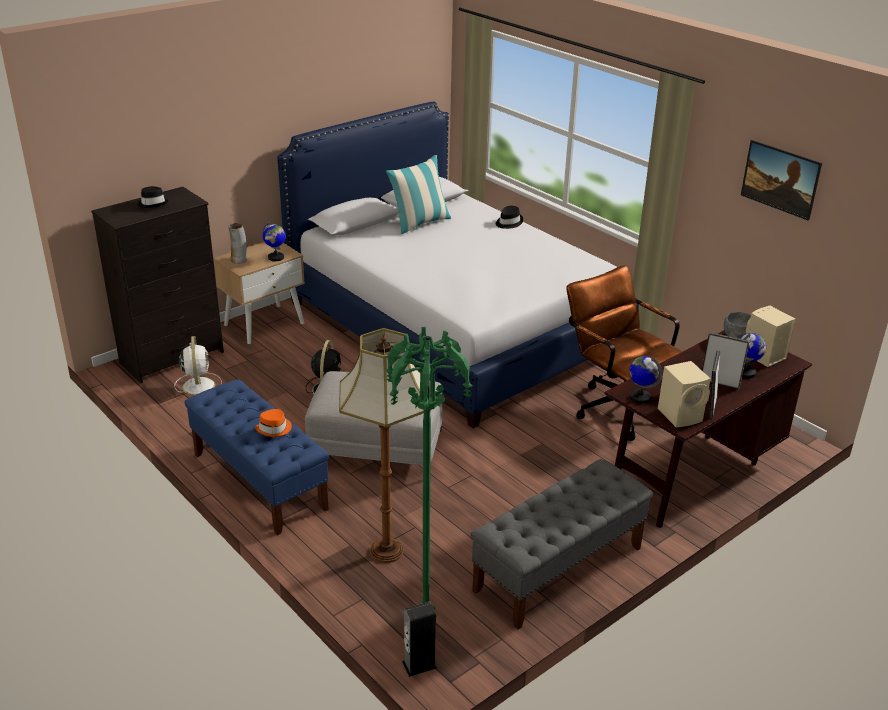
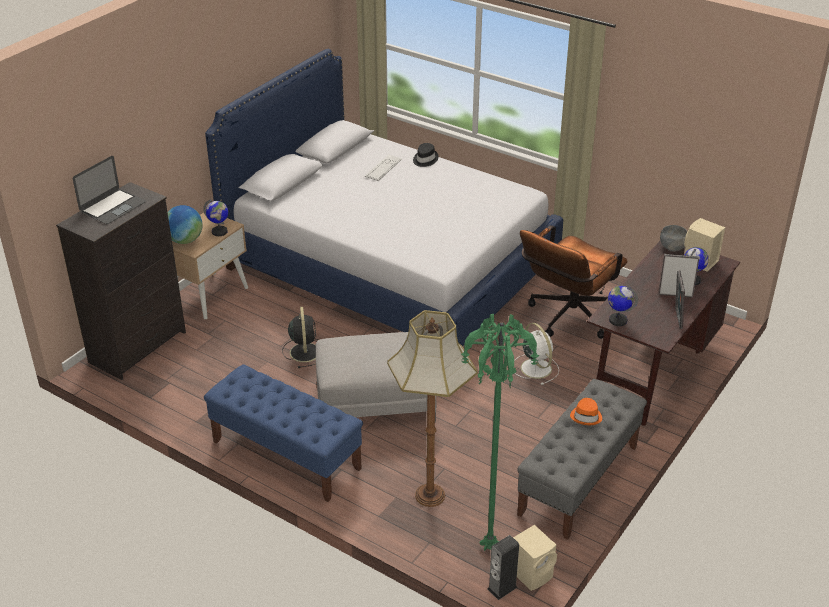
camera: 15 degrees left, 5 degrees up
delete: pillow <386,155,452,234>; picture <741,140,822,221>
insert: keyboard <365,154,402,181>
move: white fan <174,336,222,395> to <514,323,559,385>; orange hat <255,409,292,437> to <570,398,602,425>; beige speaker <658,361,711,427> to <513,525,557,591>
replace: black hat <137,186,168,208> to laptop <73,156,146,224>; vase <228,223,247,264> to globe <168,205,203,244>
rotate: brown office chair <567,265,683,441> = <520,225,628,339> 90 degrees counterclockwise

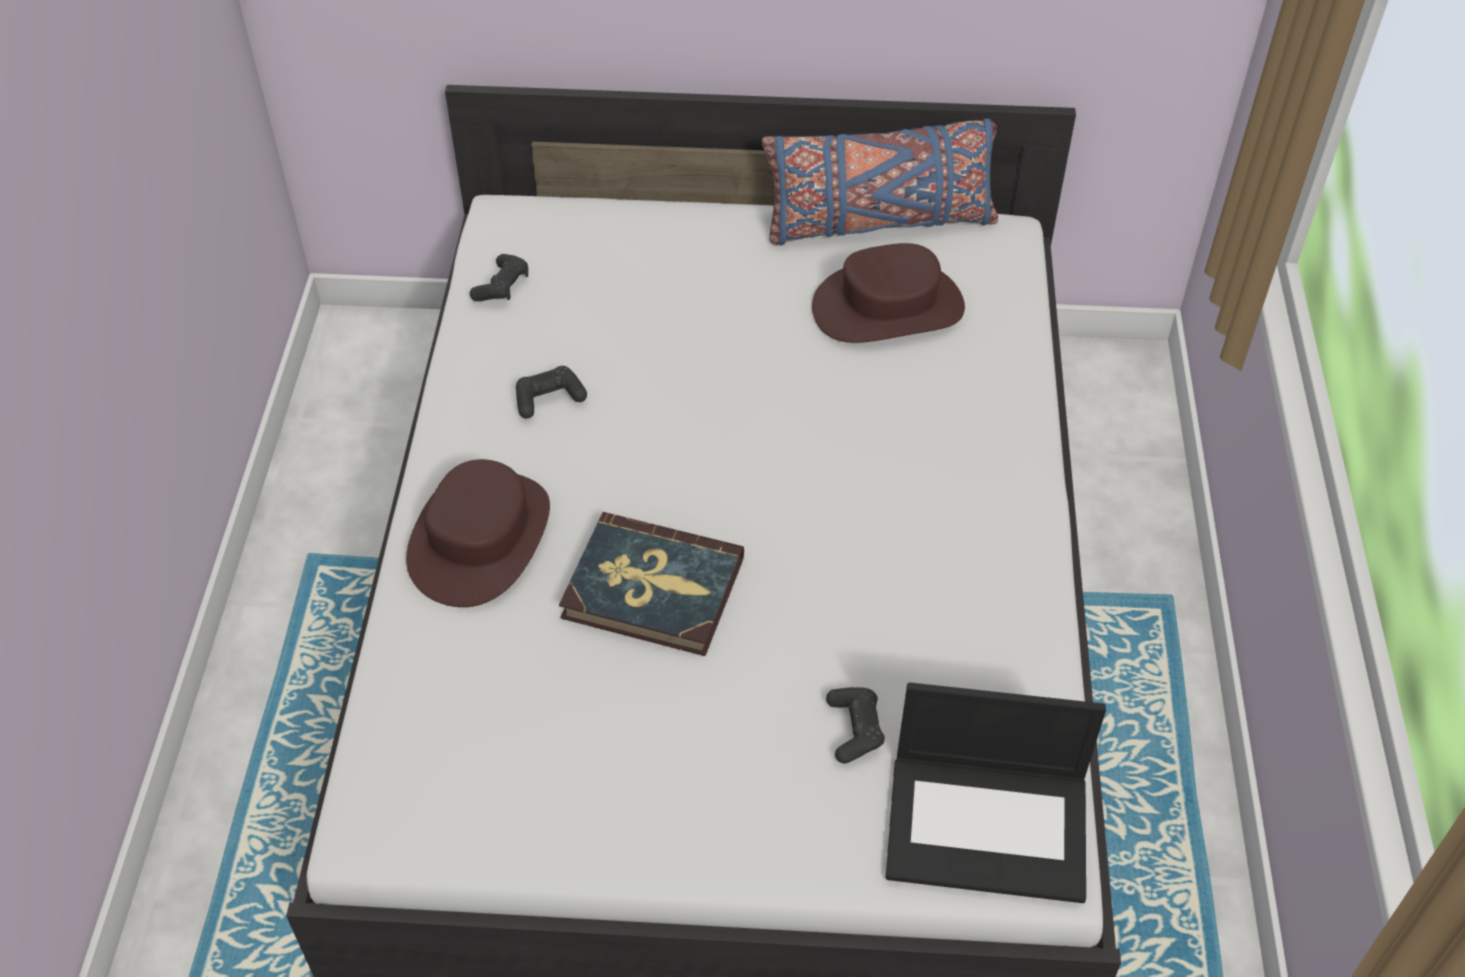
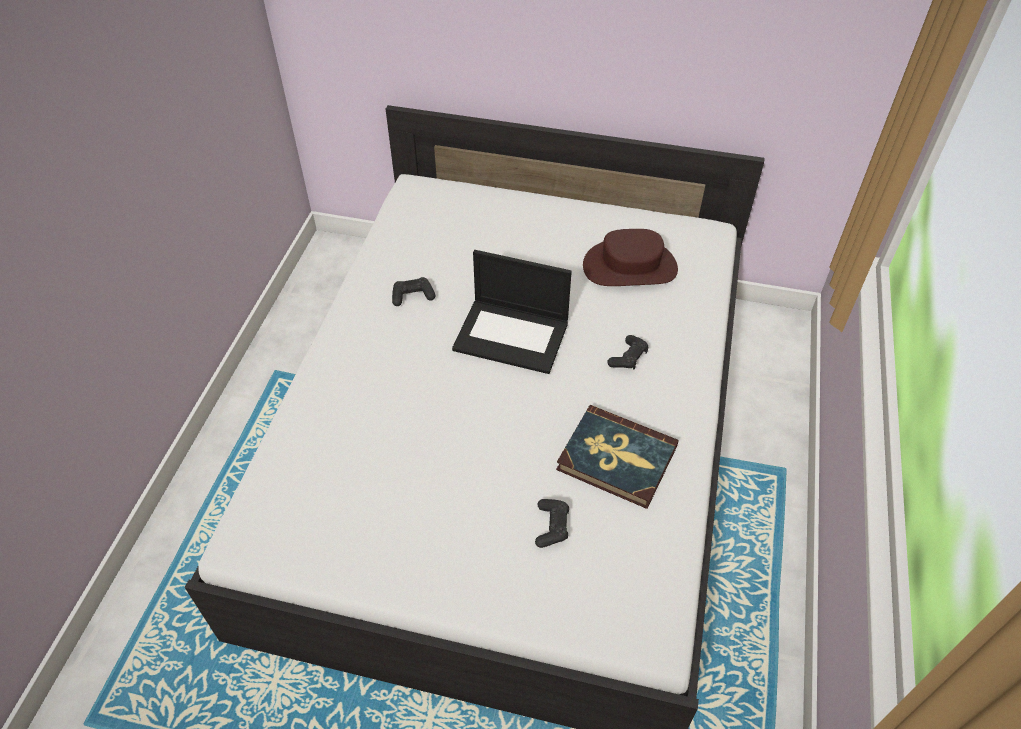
camera: 10 degrees right, 0 degrees up
delete: brown hat <406,459,550,607>; blue pillow <762,119,998,246>
move: black game controller <470,254,528,301> to <607,335,648,369>; book <559,512,744,656> to <556,405,679,509>; laptop <886,682,1106,903> to <452,250,572,374>

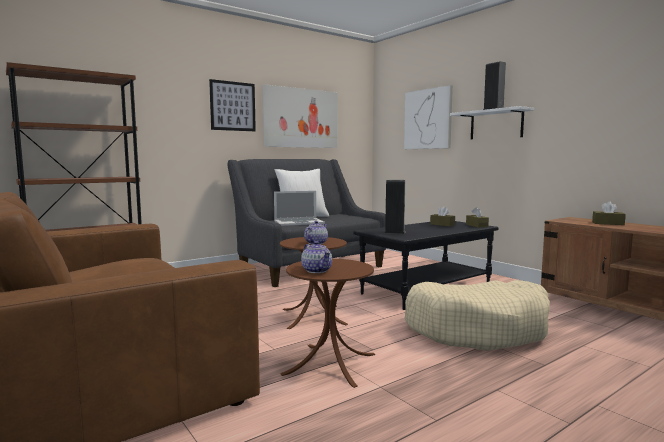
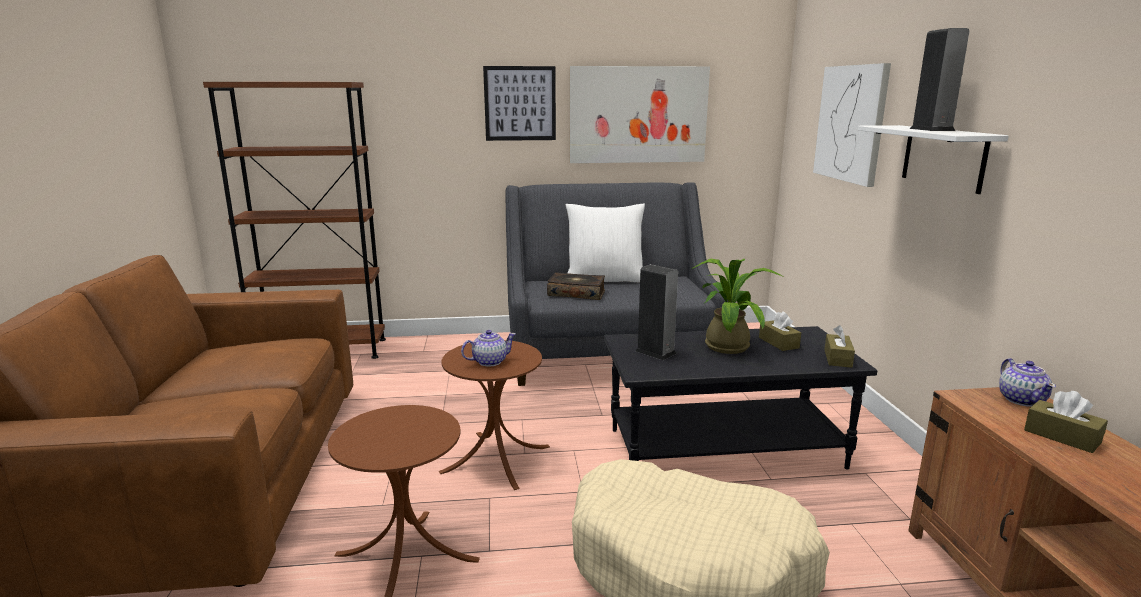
camera: 30 degrees right, 10 degrees up
insert: potted plant <692,258,783,354>
move: teapot <301,241,332,273> to <999,358,1056,407>
replace: laptop <274,191,325,226> to book <547,272,605,300>

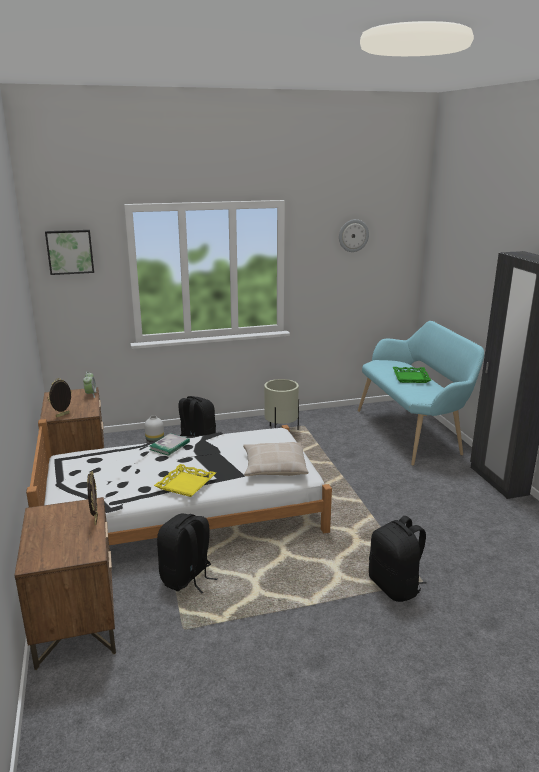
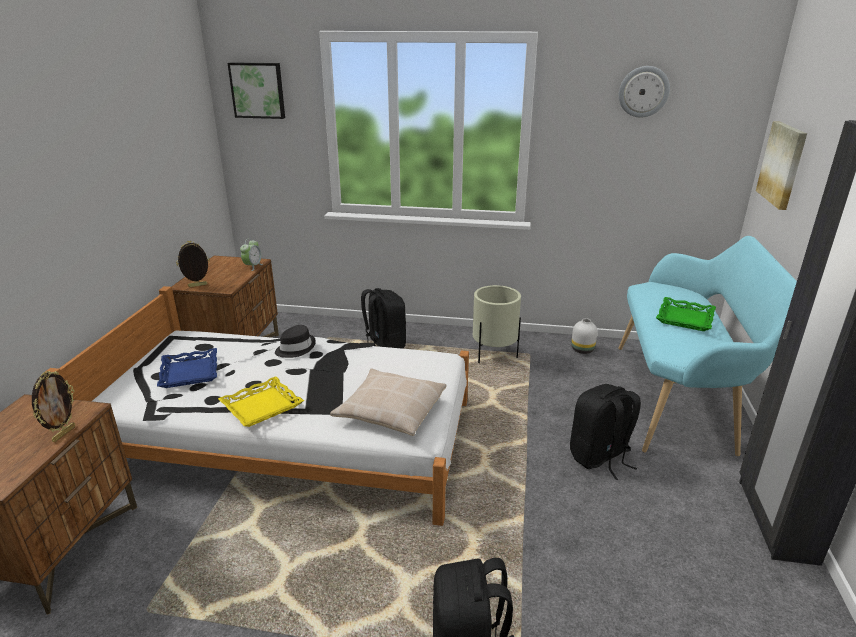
camera: 25 degrees right, 5 degrees up
insert: blue tray <157,348,217,388>; picture <756,121,807,210>
move: white vase <144,415,164,442> to <571,318,597,354>; black backpack <157,514,217,594> to <570,384,641,480>
replace: book <149,433,190,456> to black hat <275,325,316,358>

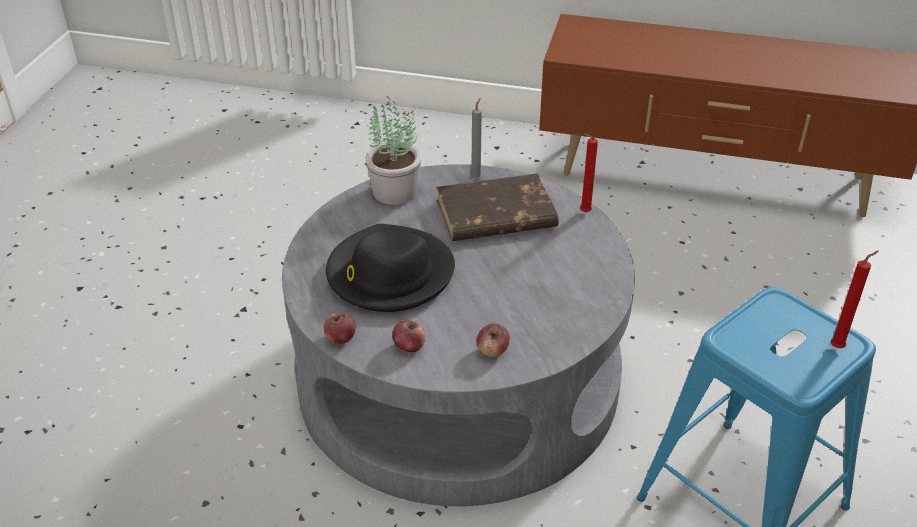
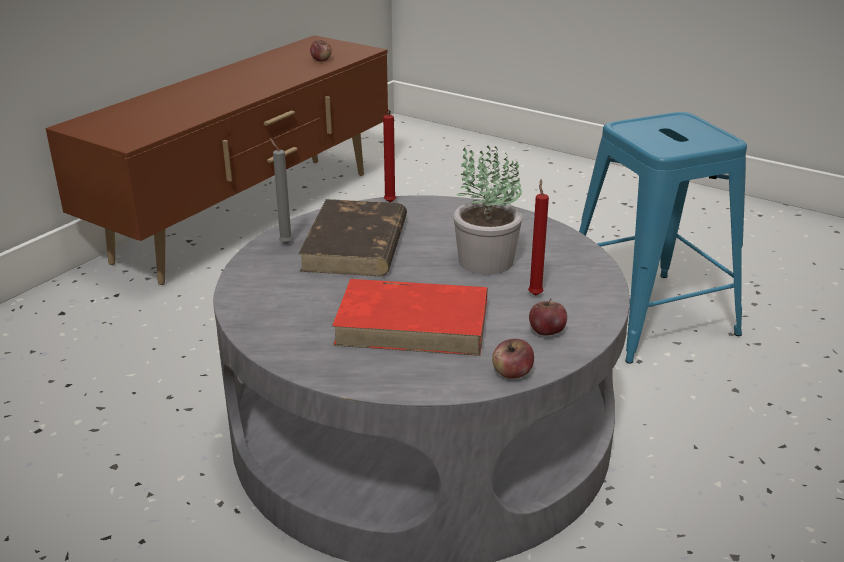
camera: 70 degrees left, 10 degrees down
move: potted plant <365,96,422,205> to <453,145,522,275>; apple <477,323,510,357> to <310,40,332,62>; red candle <831,251,879,348> to <528,179,549,296>
replace: black hat <326,224,455,312> to red book <332,279,487,356>

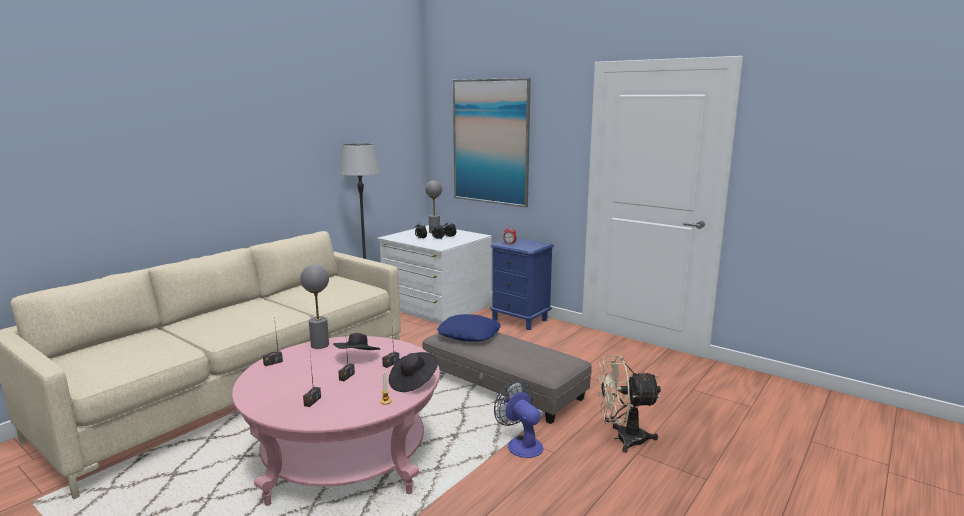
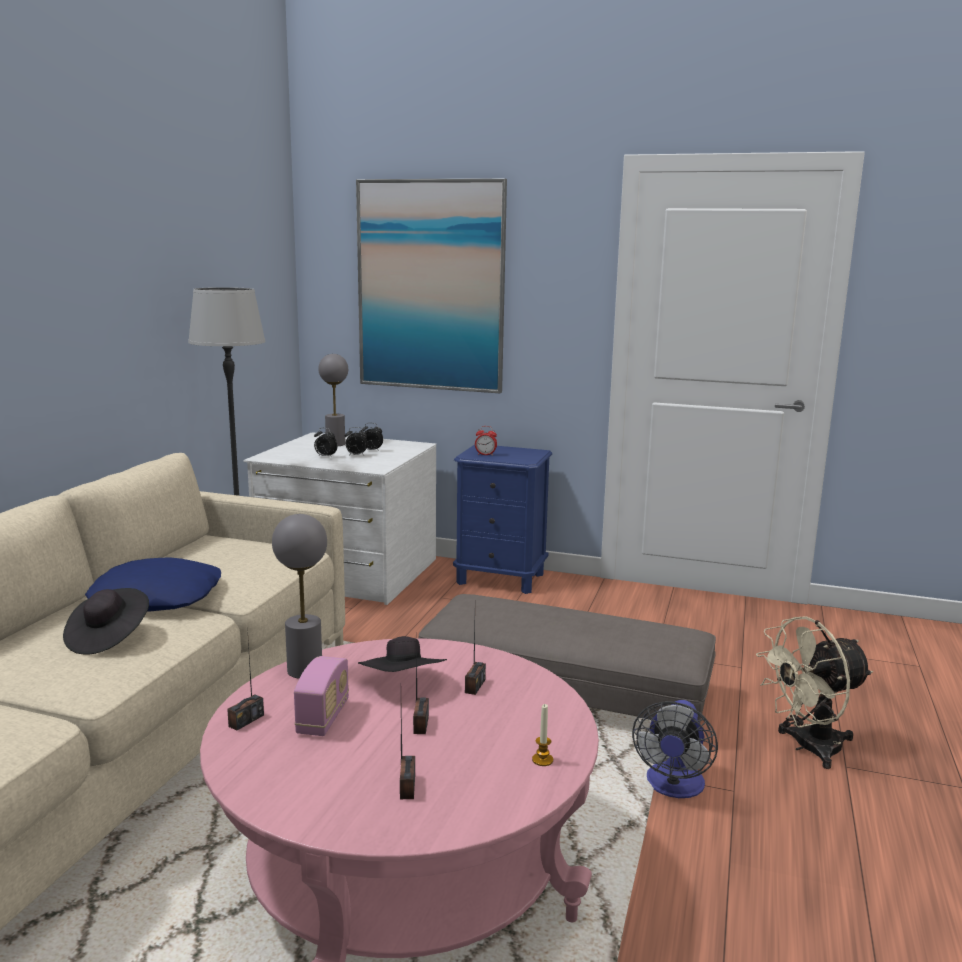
camera: 20 degrees left, 0 degrees up
insert: radio <294,656,349,736>
move: black hat <389,352,438,392> to <63,588,149,655>; blue pillow <437,314,501,342> to <85,558,221,611>
rotate: fan <494,381,543,458> = <632,700,718,798> 105 degrees counterclockwise

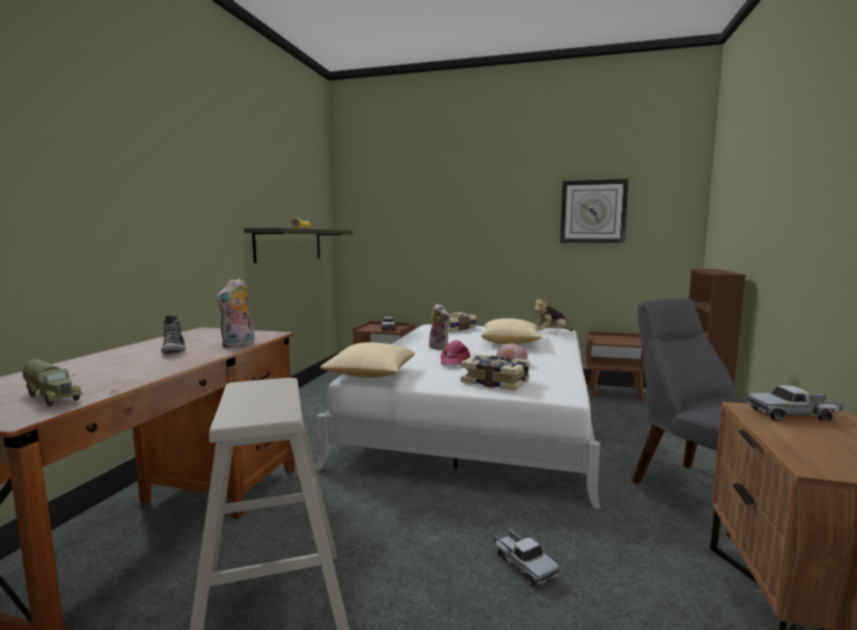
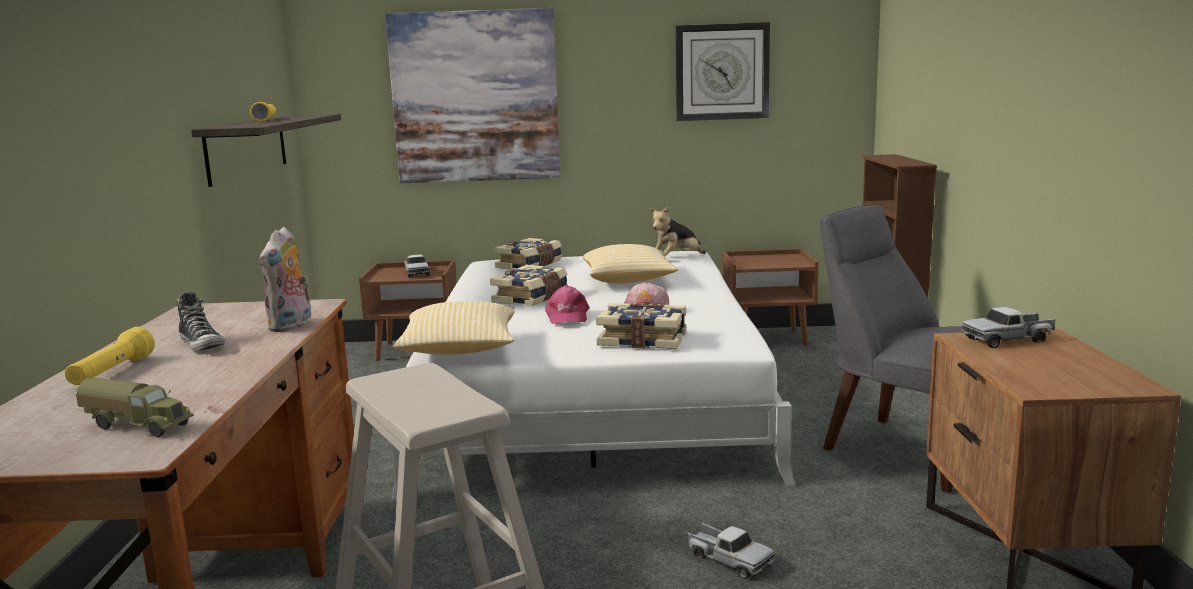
camera: 15 degrees left, 5 degrees up
insert: yellow flashlight <65,327,155,385>; picture <385,8,560,183>
replace: plush toy <429,304,450,350> to book <490,265,568,307>

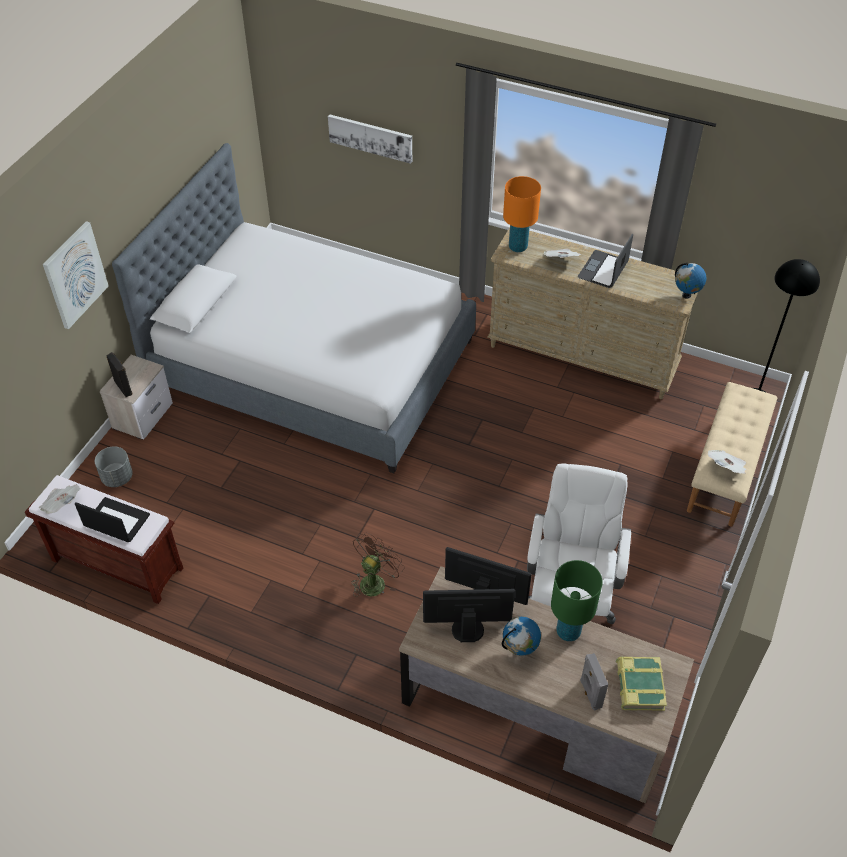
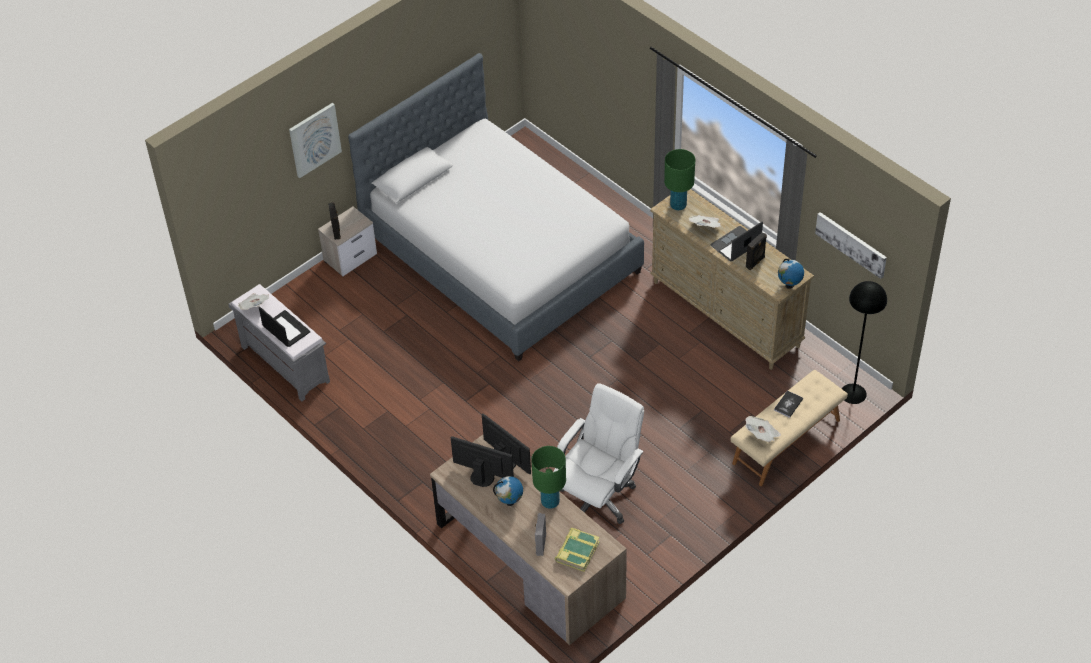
camera: 25 degrees right, 0 degrees up
delete: grey planter <95,446,133,487>; brown fan <352,532,405,597>
insert: black speaker <746,232,767,270>; book <774,390,803,418>
move: picture <328,114,412,164> to <815,212,887,279>
recolor: brown bench <25,475,183,604> to grey bench <229,284,330,401>; orange table lamp <503,176,541,252> to green table lamp <664,149,695,210>

